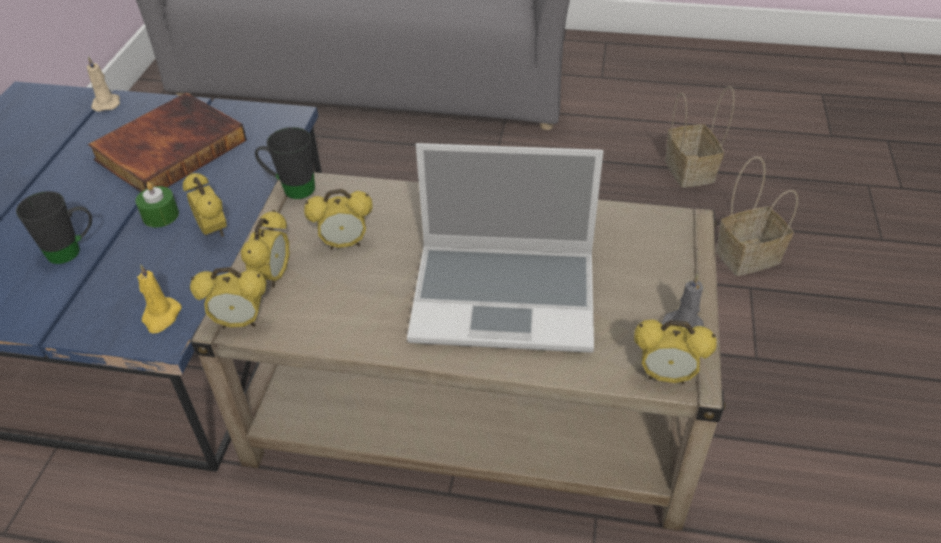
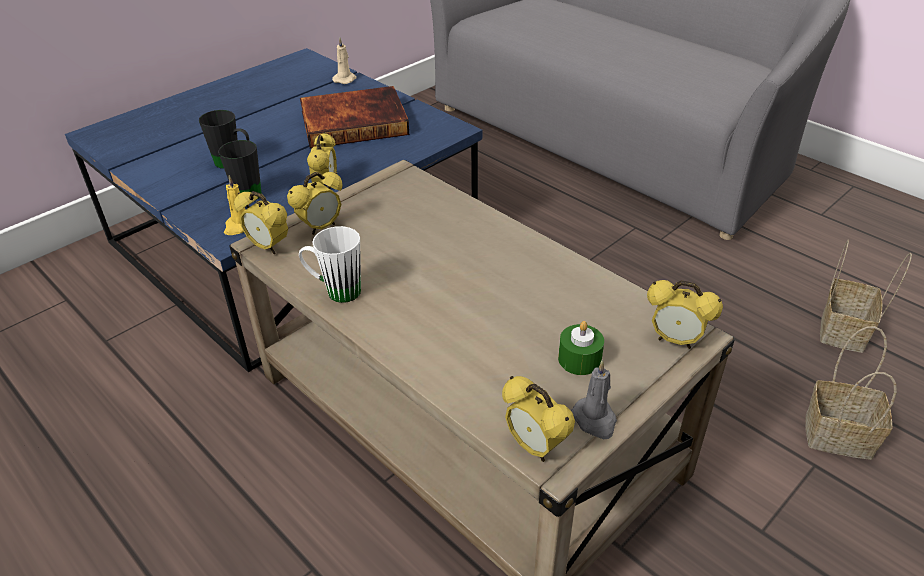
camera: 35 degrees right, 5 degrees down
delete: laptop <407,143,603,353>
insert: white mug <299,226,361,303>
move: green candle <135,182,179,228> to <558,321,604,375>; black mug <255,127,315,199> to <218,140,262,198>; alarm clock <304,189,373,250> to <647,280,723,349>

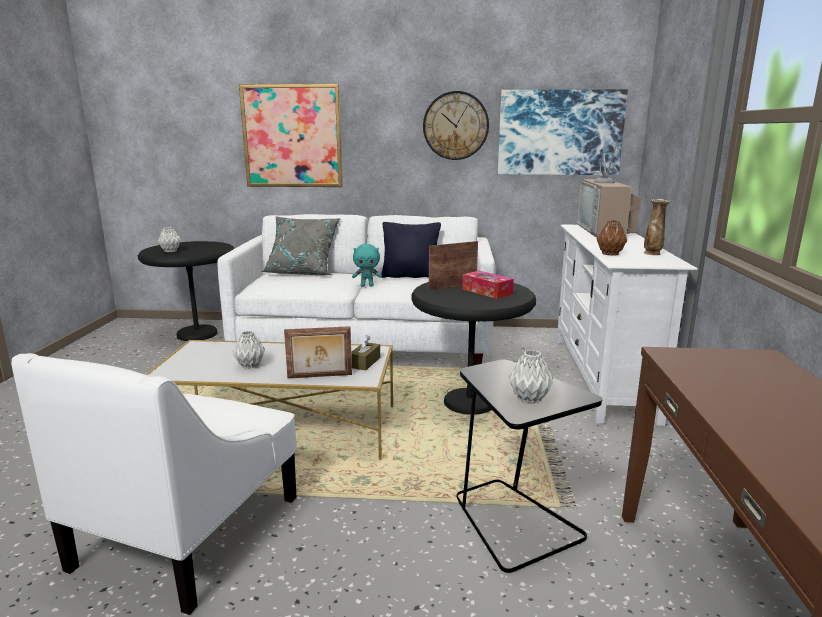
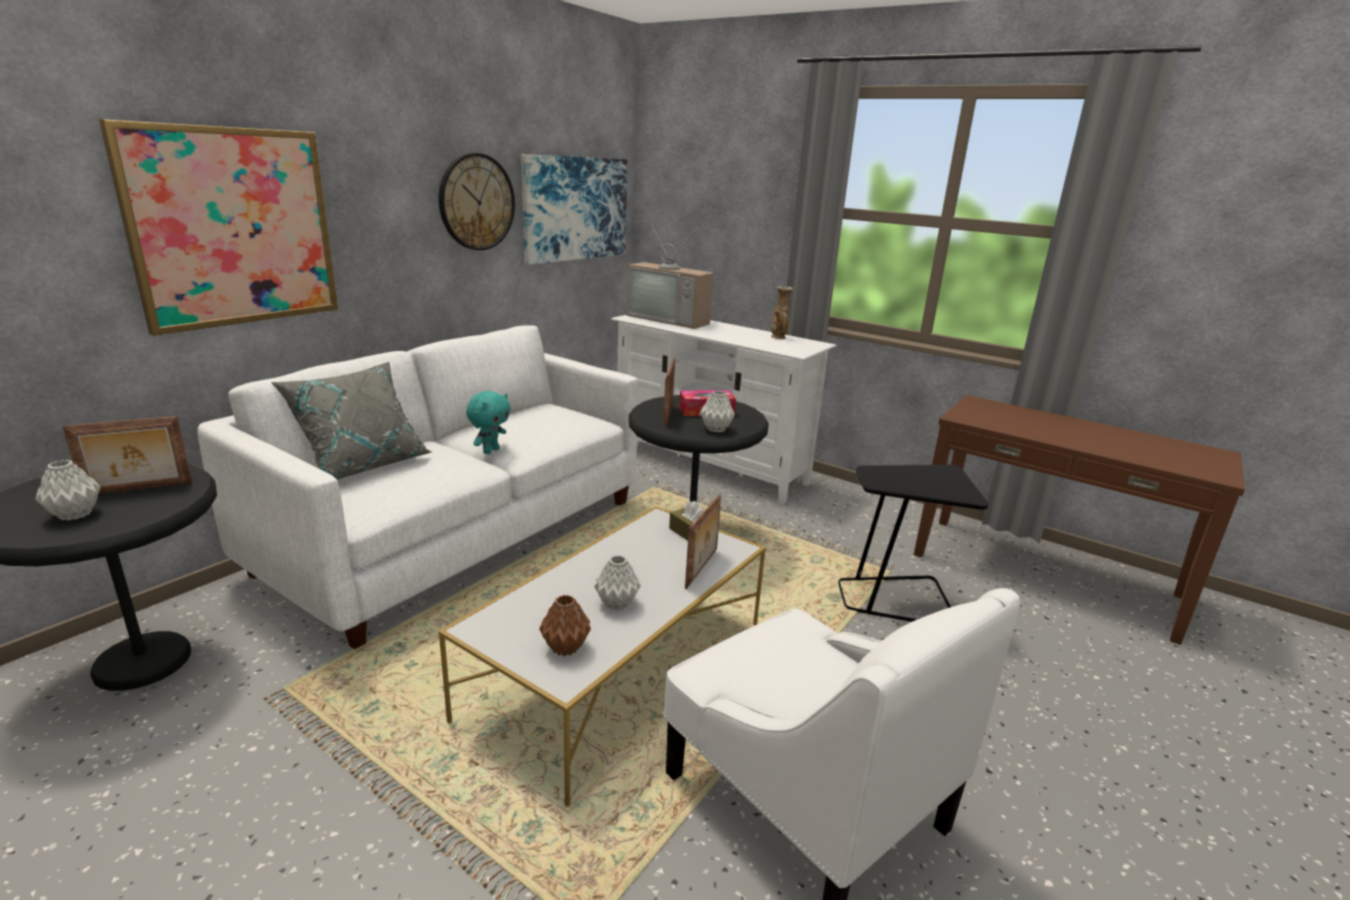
camera: 60 degrees left, 5 degrees up
delete: black pillow <381,222,441,278>
insert: picture frame <62,416,192,494>
move: grey vase <508,350,553,404> to <700,391,735,433>; brown vase <596,220,627,256> to <539,595,591,656>

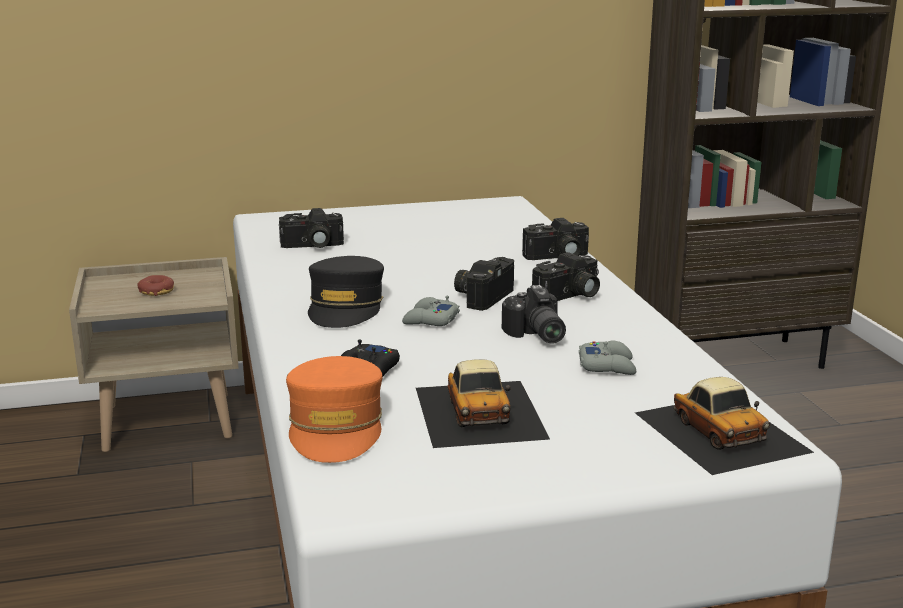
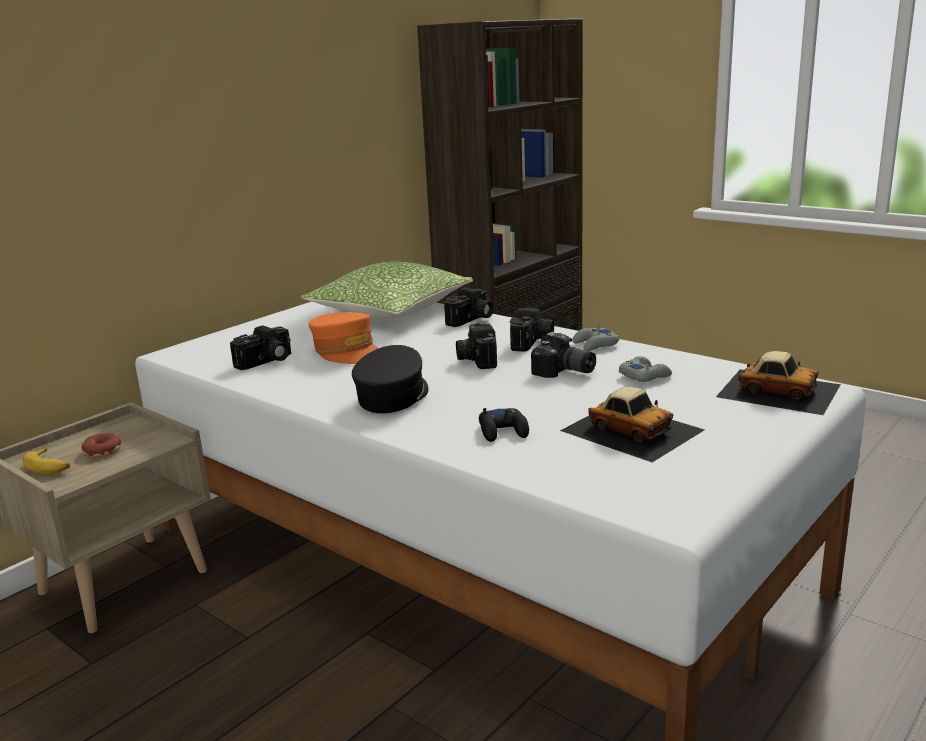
camera: 35 degrees left, 0 degrees up
insert: banana <22,447,70,474>; pillow <300,262,473,318>
move: orange cap <286,356,382,463> to <309,312,378,364>; grey game controller <402,296,460,326> to <572,323,619,351>
rotate: black cap <308,256,384,328> = <352,345,428,413> 135 degrees counterclockwise

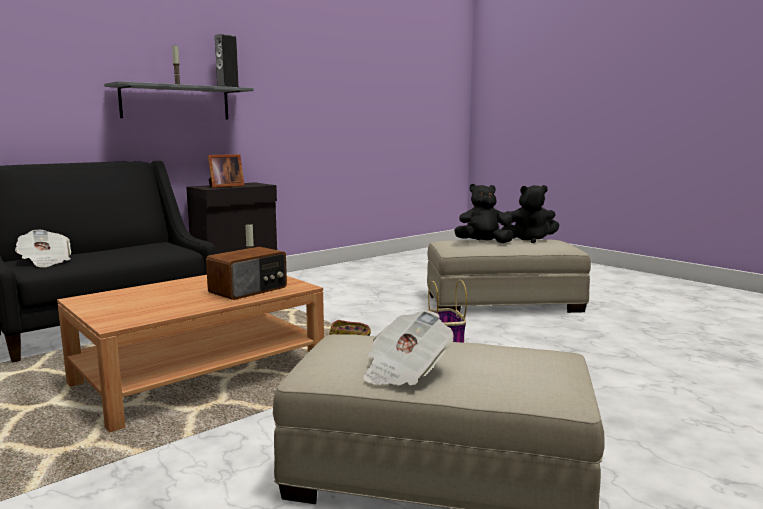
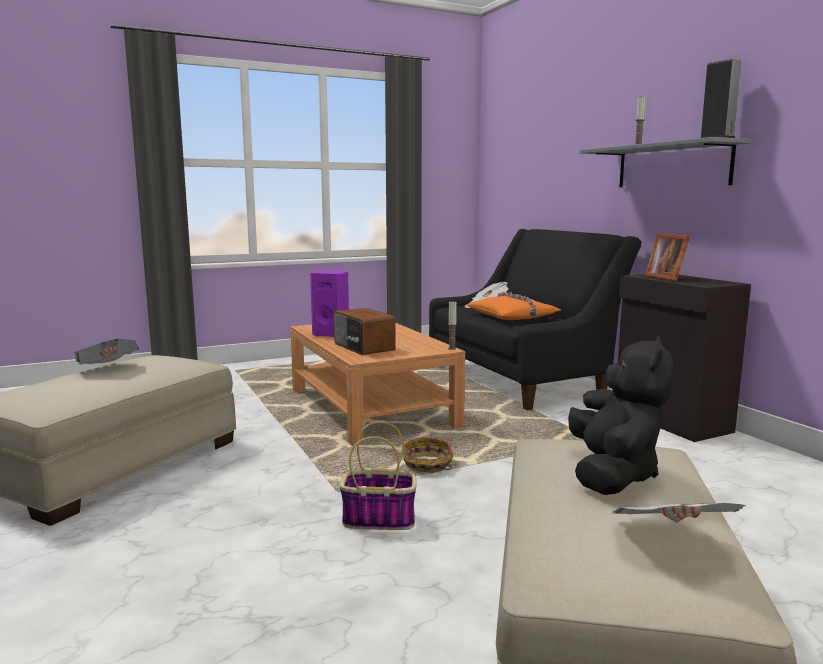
camera: 105 degrees right, 0 degrees up
insert: purple speaker <310,270,349,337>; orange pillow <466,292,562,320>
replace: black plush toy <502,185,560,243> to newspaper <613,503,746,523>

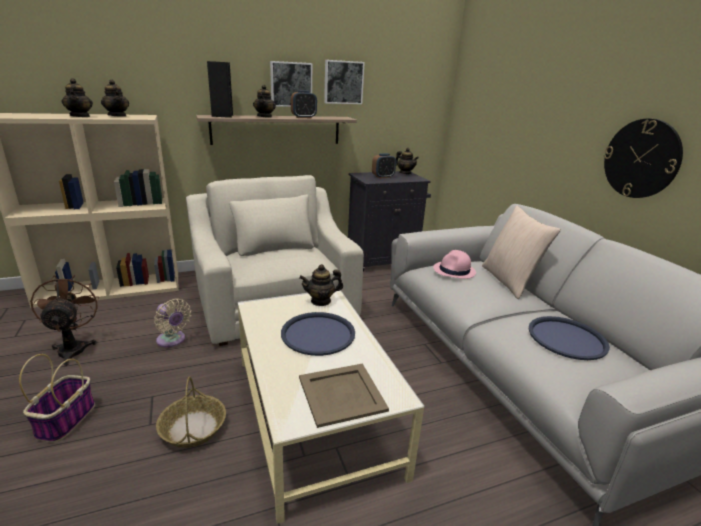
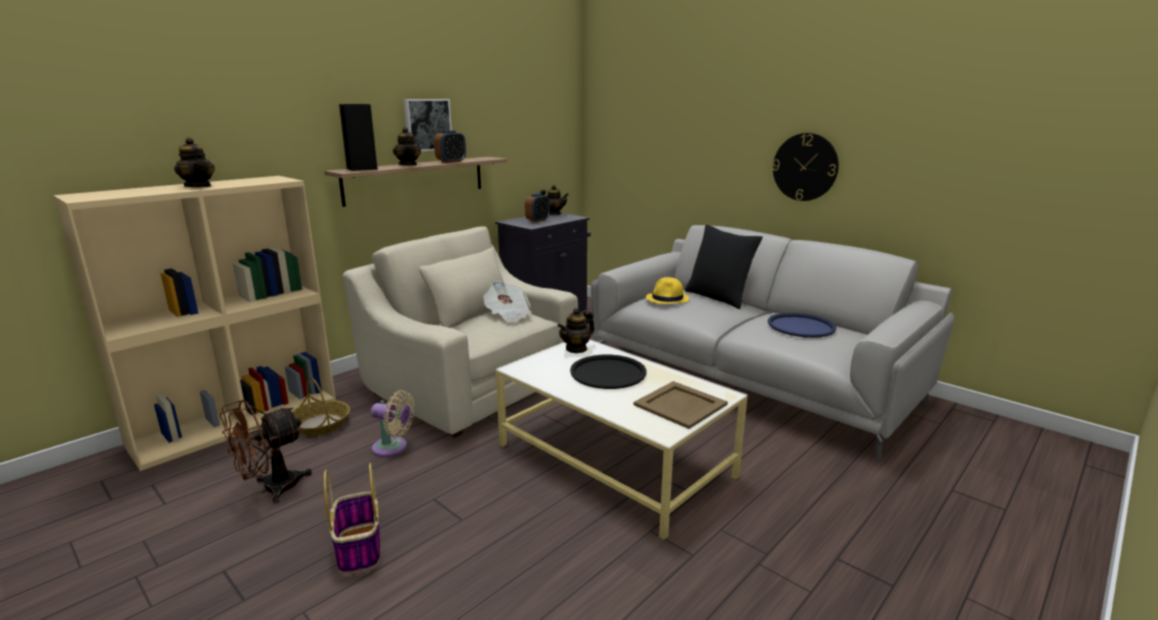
camera: 25 degrees left, 5 degrees down
delete: teapot <101,79,129,117>; picture <324,60,365,104>
insert: newspaper <483,281,532,323>
move: basket <156,377,226,448> to <292,377,350,436>
recolor: blue tray <281,312,355,356> to black tray <570,355,646,389>; pink hat <433,250,476,279> to yellow hat <646,277,689,304>; beige pillow <482,205,561,299> to black pillow <685,225,763,309>
rotate: brown fan <30,275,99,366> = <220,400,312,503> 90 degrees counterclockwise

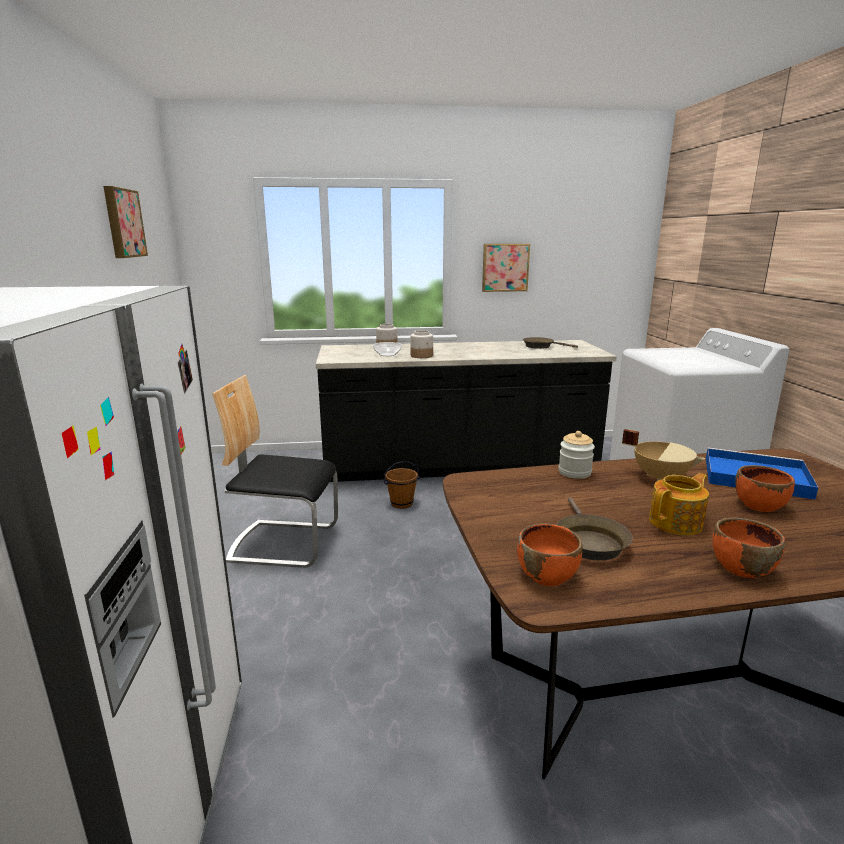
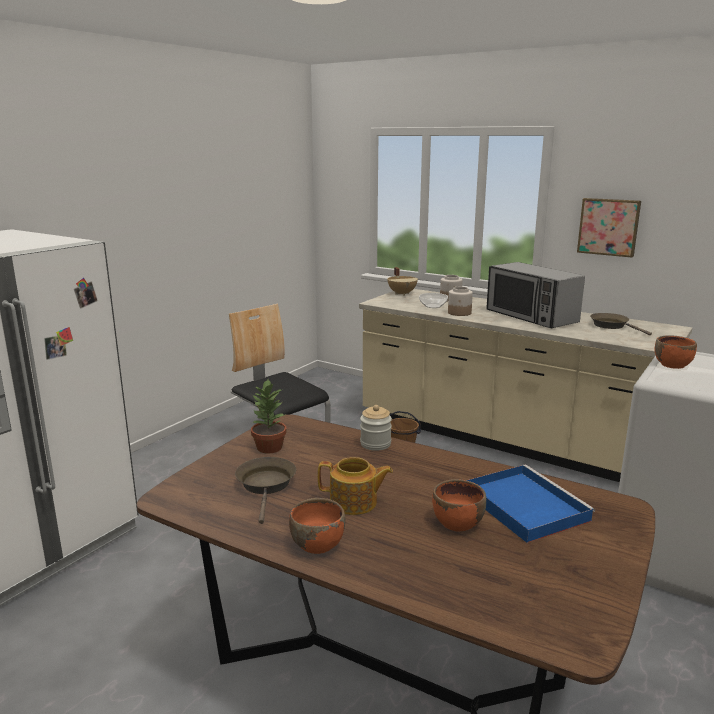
camera: 40 degrees right, 0 degrees up
delete: picture <103,186,148,258>
insert: potted plant <251,379,287,454>; microwave <486,262,585,328>
move: orange bowl <517,523,583,586> to <655,335,697,369>; beige cooking pot <622,429,705,481> to <387,267,418,296>
recolor: black counter <316,340,617,482> to beige counter <359,289,692,482>
rotate: brown frying pan <557,497,633,561> = <235,457,296,524> 135 degrees clockwise

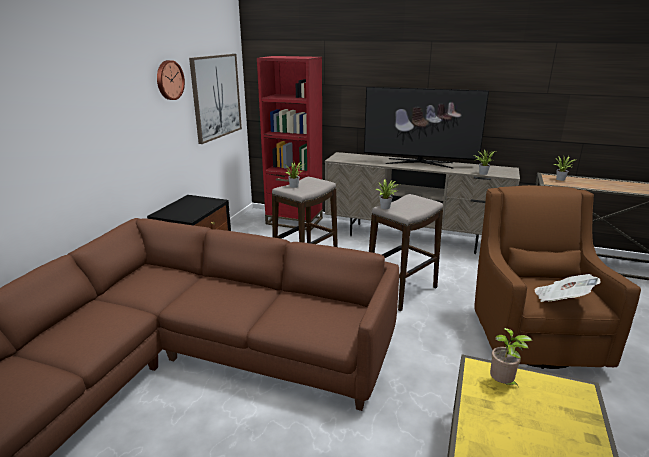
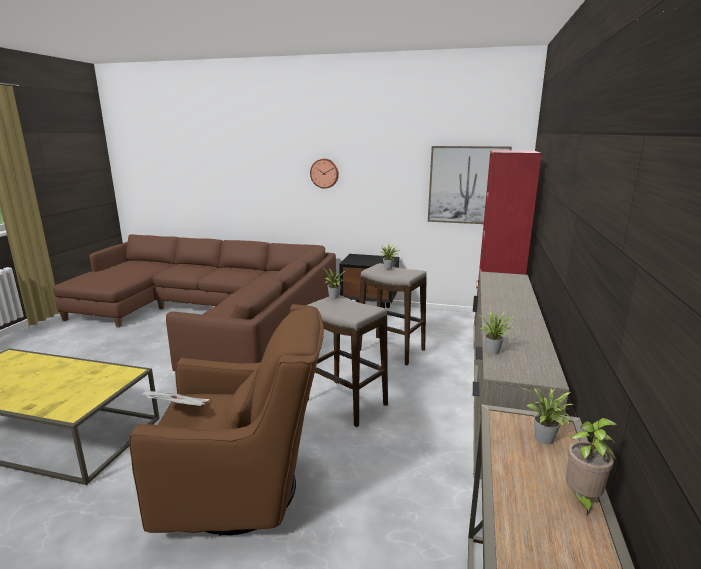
camera: 85 degrees right, 5 degrees down
delete: television <364,87,489,169>
move: wall clock <157,60,185,100> to <310,159,339,189>; potted plant <490,328,532,387> to <566,418,617,516>

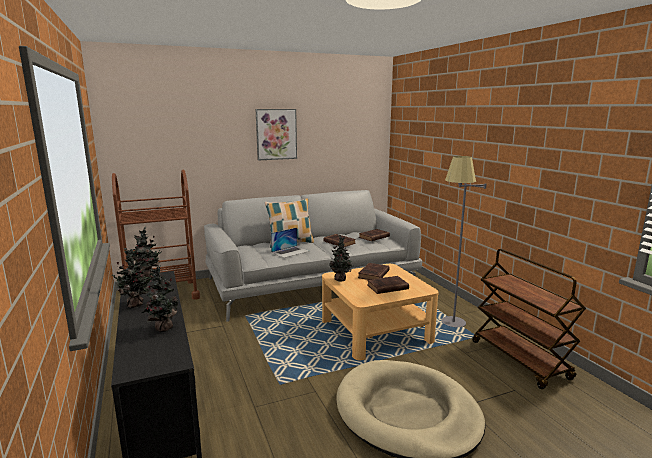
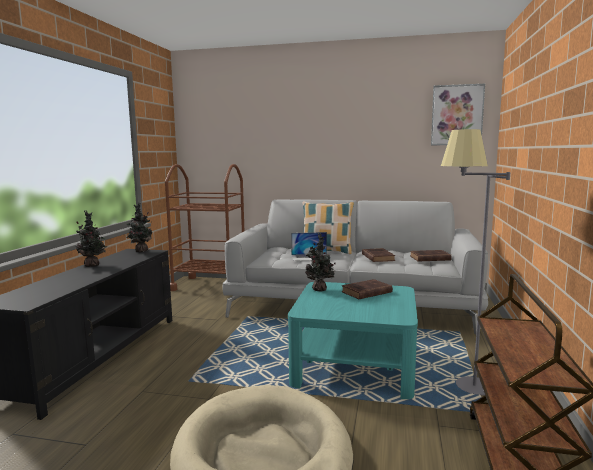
camera: 35 degrees right, 5 degrees down
delete: potted plant <141,266,179,332>; brown book <367,276,409,294>
move: picture <255,109,297,160> to <431,84,485,145>
recolor: beige coffee table <322,264,439,360> to turquoise coffee table <288,282,418,399>

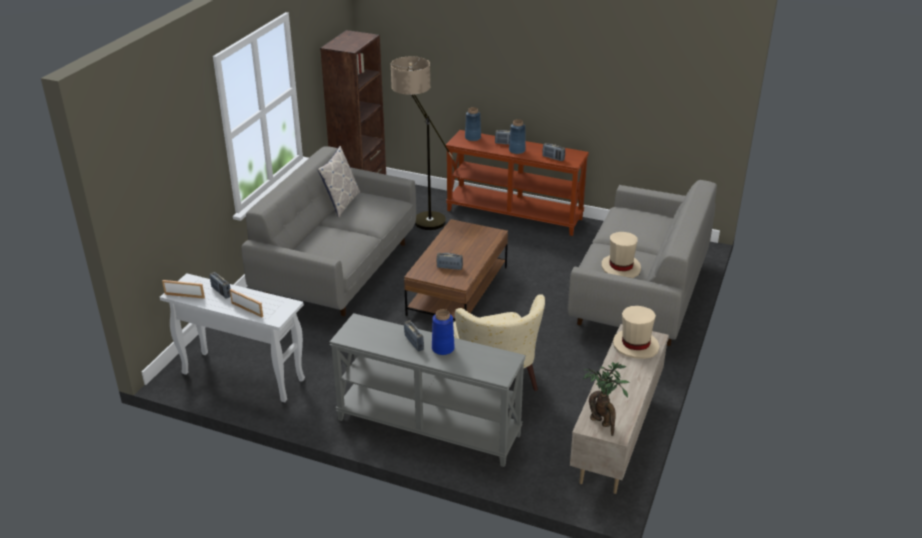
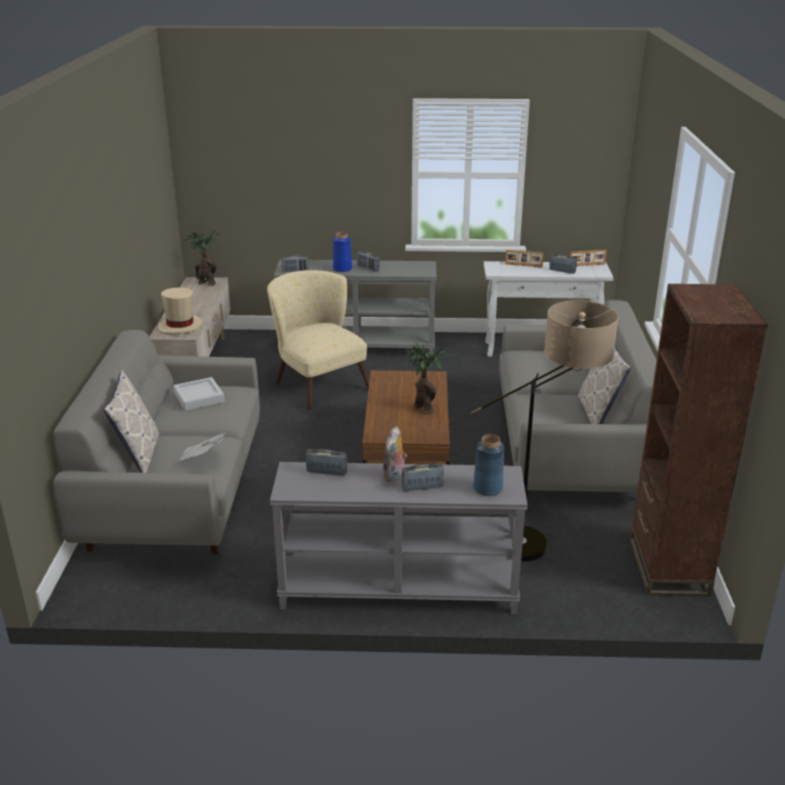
camera: 160 degrees right, 5 degrees down
insert: pillow <104,370,159,473>; newspaper <177,433,225,462>; potted plant <404,343,449,414>
move: radio <437,253,463,270> to <282,254,309,272>
replace: blue vase <509,119,525,154> to plush toy <383,426,407,482>; beige hat <601,232,641,278> to grey tray <173,377,225,411>
recolor: brown console table <446,130,589,236> to grey console table <270,462,528,614>

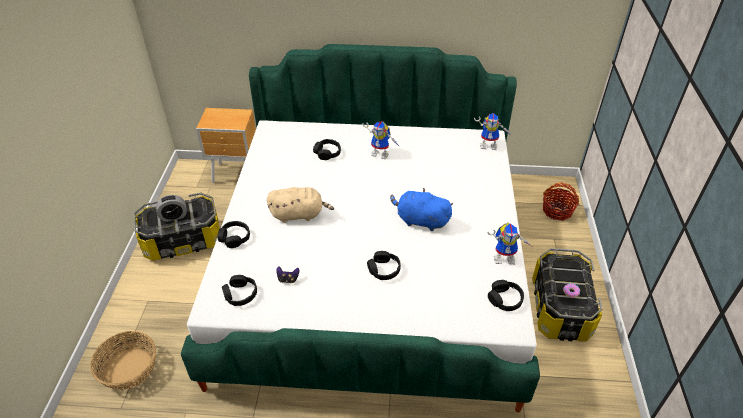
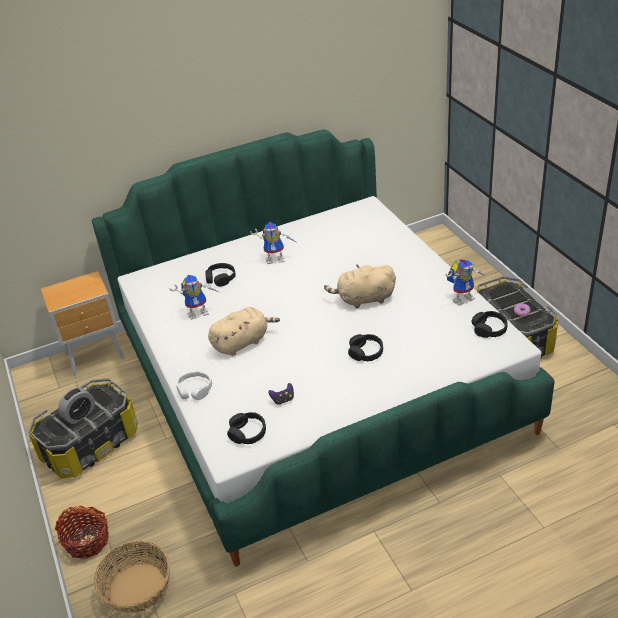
camera: 25 degrees left, 5 degrees down
move: toy robot <474,113,512,150> to <169,275,219,320>; basket <542,183,579,221> to <55,506,109,559>
recolor: black headphones <218,221,250,248> to white headphones <177,371,212,400>; blue plush toy <390,188,453,231> to beige plush toy <324,265,396,309>

